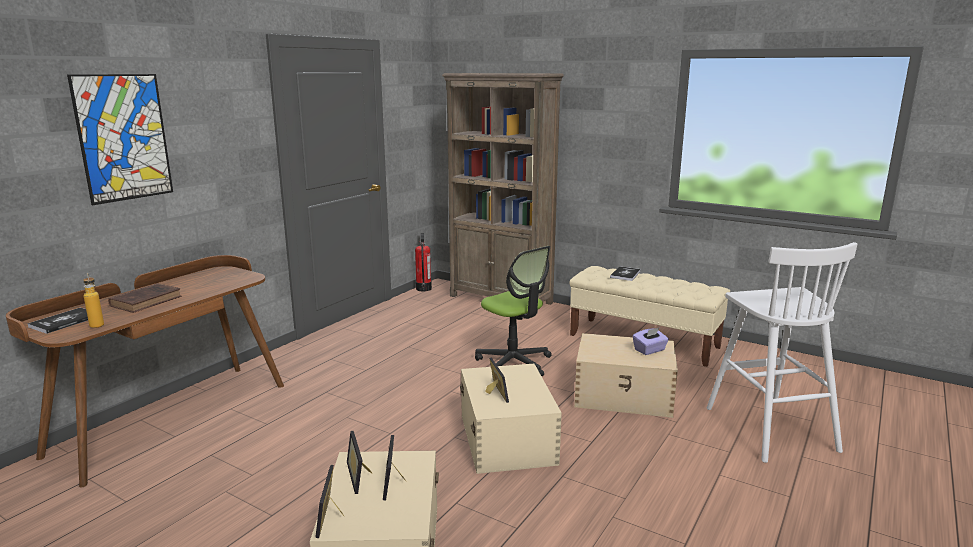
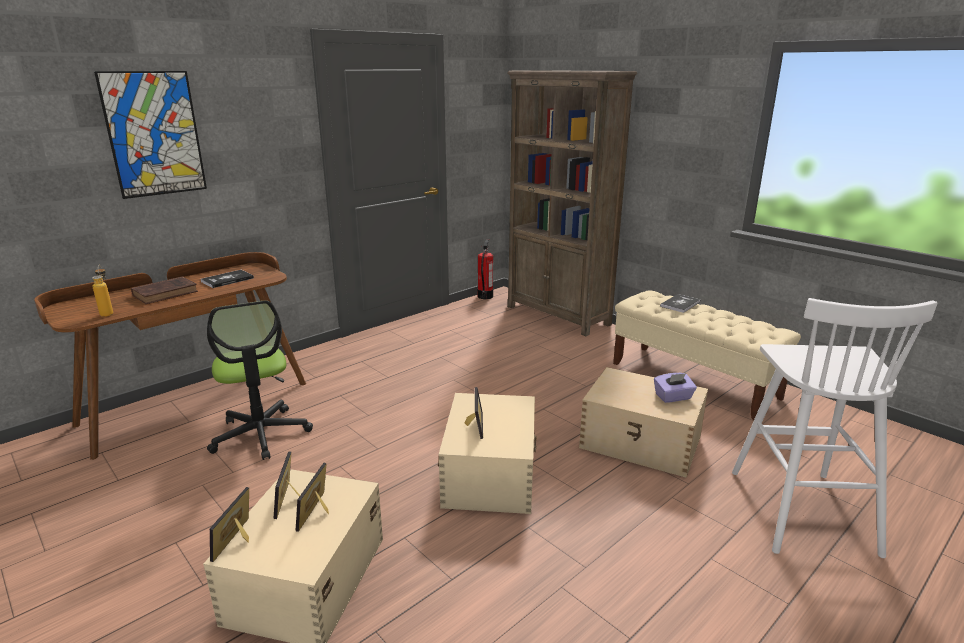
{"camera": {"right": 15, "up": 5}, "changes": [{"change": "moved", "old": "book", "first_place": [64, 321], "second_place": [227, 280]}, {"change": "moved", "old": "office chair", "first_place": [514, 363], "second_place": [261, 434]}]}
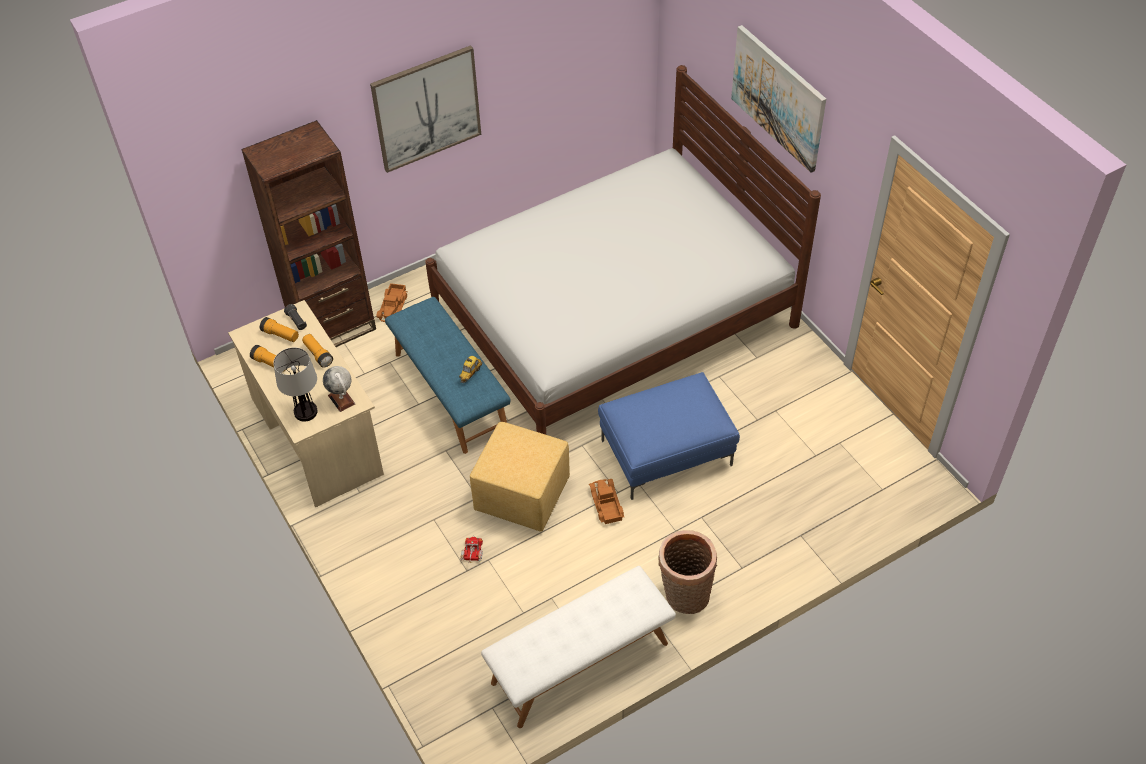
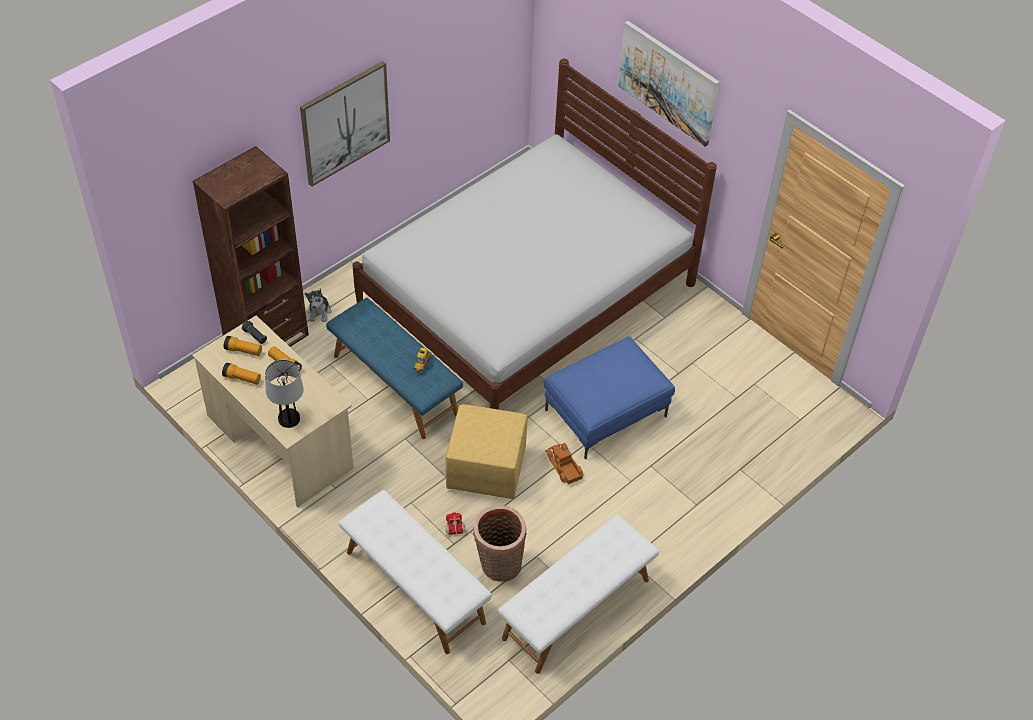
{"camera": {"right": -15, "up": 0}, "changes": [{"change": "replaced", "old": "toy truck", "new": "plush toy", "first_place": [393, 307], "second_place": [319, 312]}, {"change": "added", "new": "white bench", "second_place": [414, 587]}, {"change": "moved", "old": "basket", "first_place": [684, 596], "second_place": [498, 566]}, {"change": "removed", "old": "globe", "first_place": [341, 399]}]}
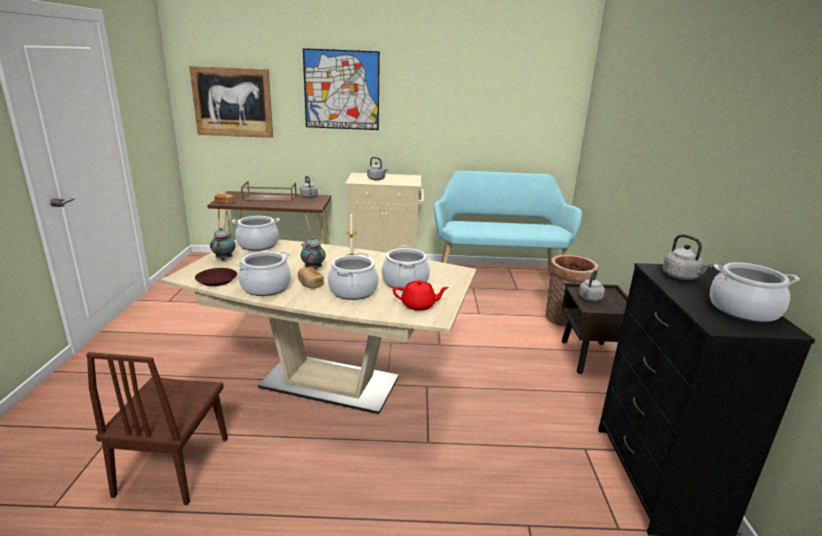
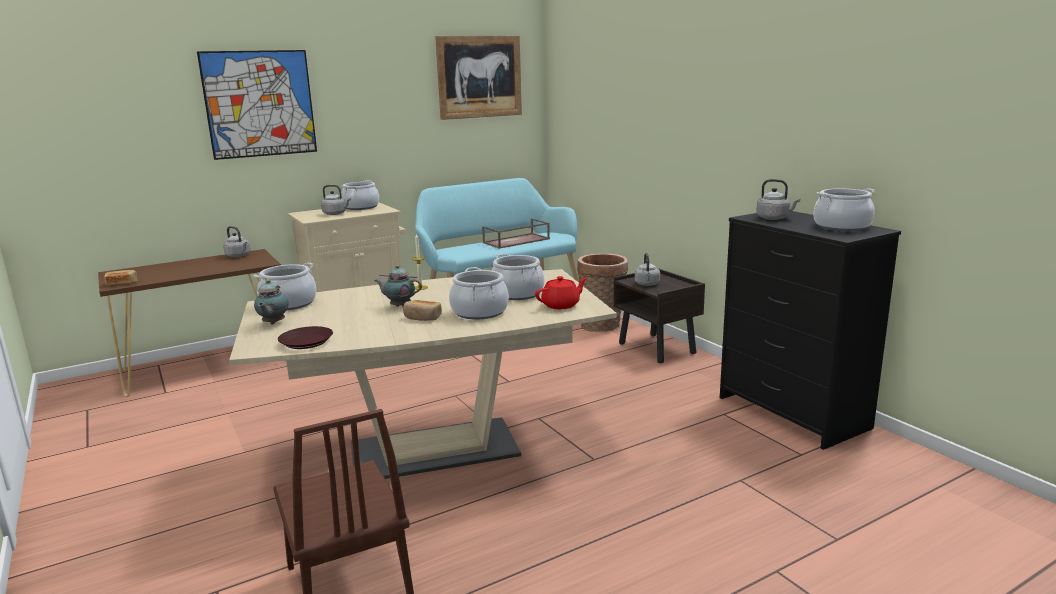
{"camera": {"right": -30, "up": -5}, "changes": [{"change": "turned", "old": "teapot", "first_place": [225, 258], "second_place": [273, 323], "degrees": -150}, {"change": "moved", "old": "cooking pot", "first_place": [266, 288], "second_place": [361, 207]}, {"change": "moved", "old": "picture", "first_place": [232, 102], "second_place": [479, 77]}, {"change": "moved", "old": "brown tray", "first_place": [269, 198], "second_place": [516, 241]}]}
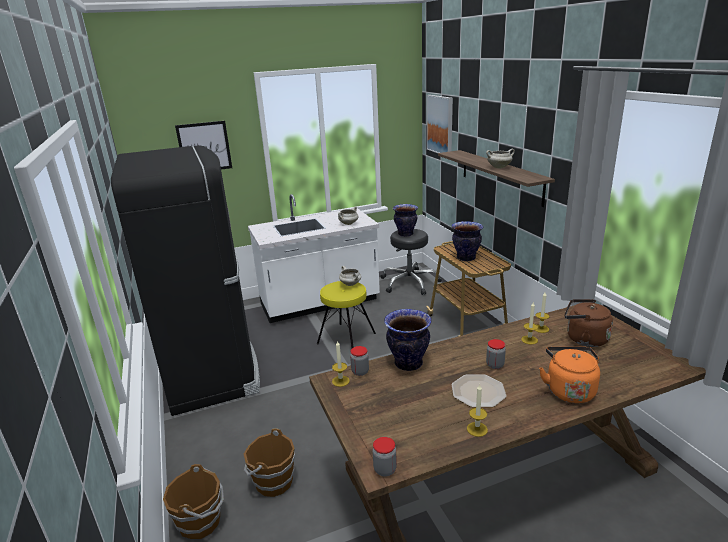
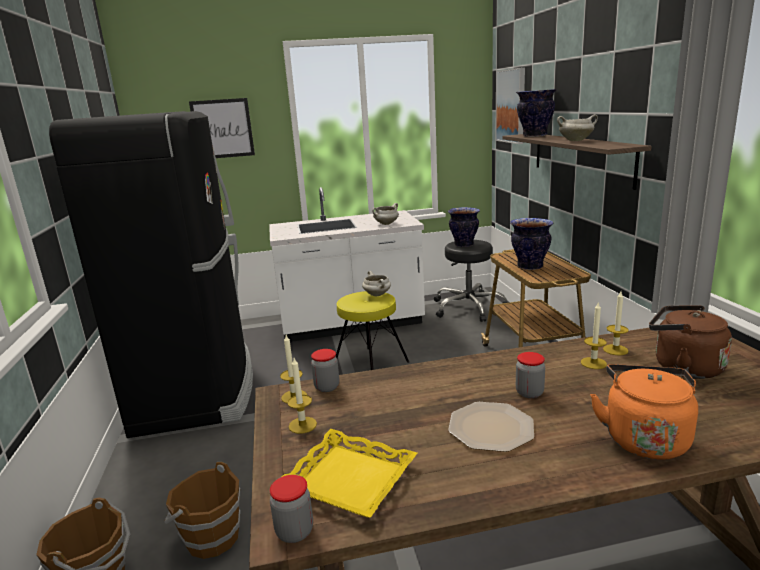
{"camera": {"right": 10, "up": -5}, "changes": [{"change": "added", "new": "yellow tray", "second_place": [350, 478]}, {"change": "moved", "old": "candle", "first_place": [477, 429], "second_place": [302, 425]}, {"change": "moved", "old": "vase", "first_place": [408, 364], "second_place": [534, 136]}]}
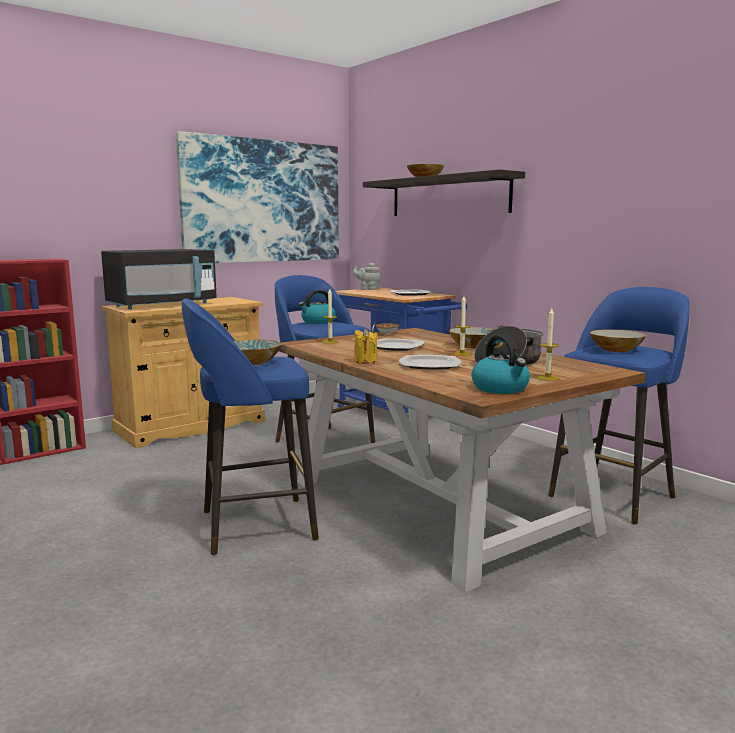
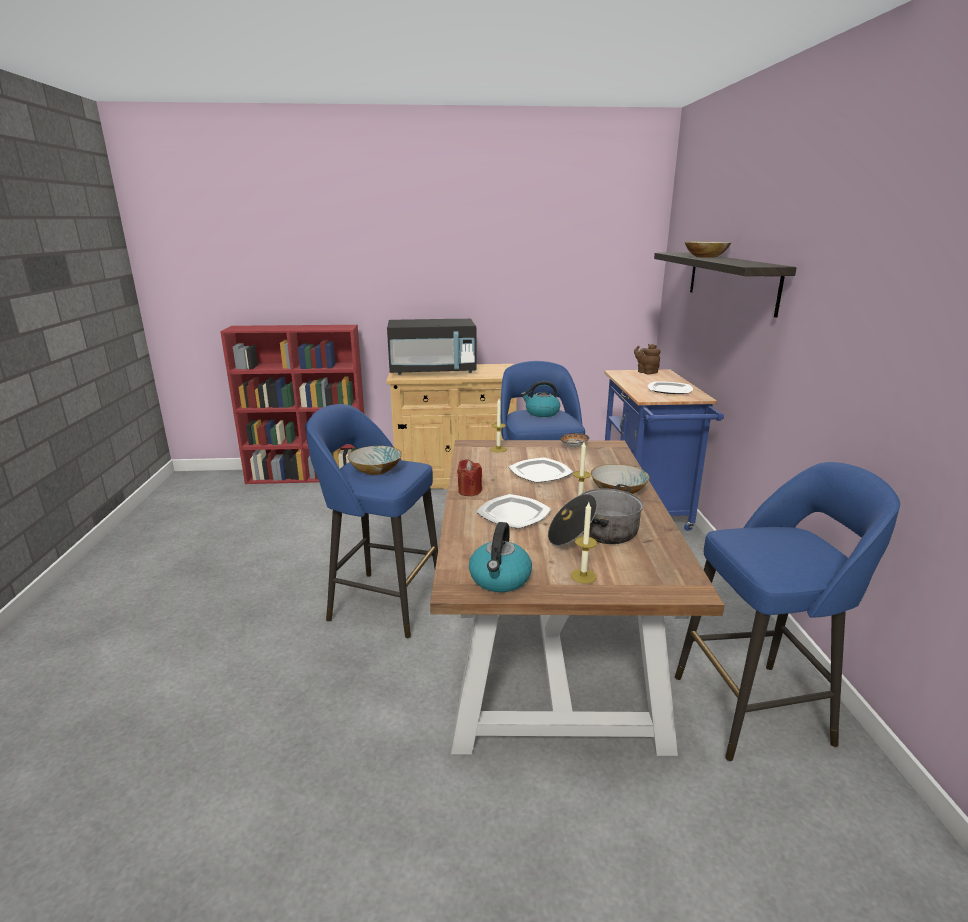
{"camera": {"right": 35, "up": 10}, "changes": [{"change": "recoloured", "old": "yellow candle", "new": "red candle", "first_place": [365, 361], "second_place": [469, 491]}, {"change": "recoloured", "old": "grey teapot", "new": "brown teapot", "first_place": [368, 289], "second_place": [646, 372]}, {"change": "removed", "old": "picture", "first_place": [263, 201]}, {"change": "removed", "old": "bowl", "first_place": [615, 350]}]}
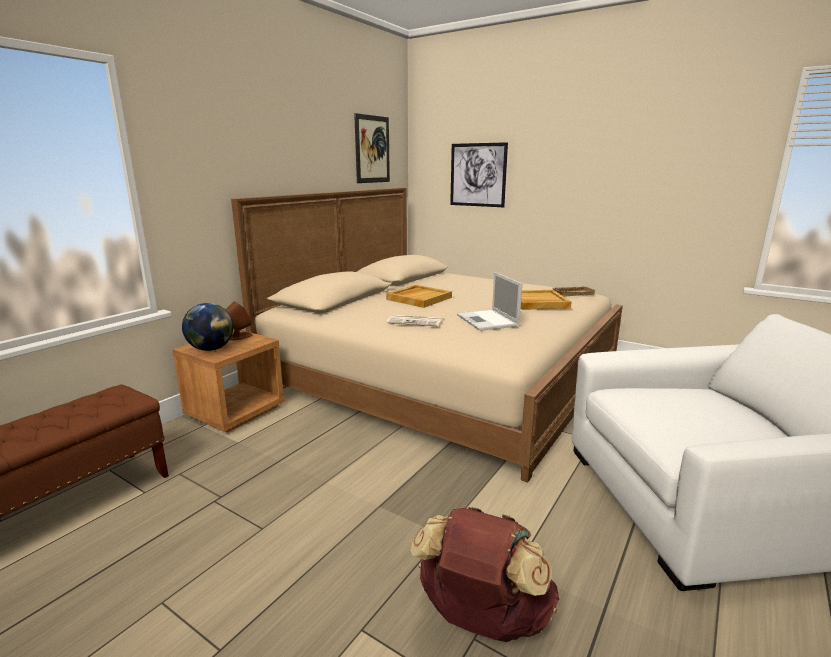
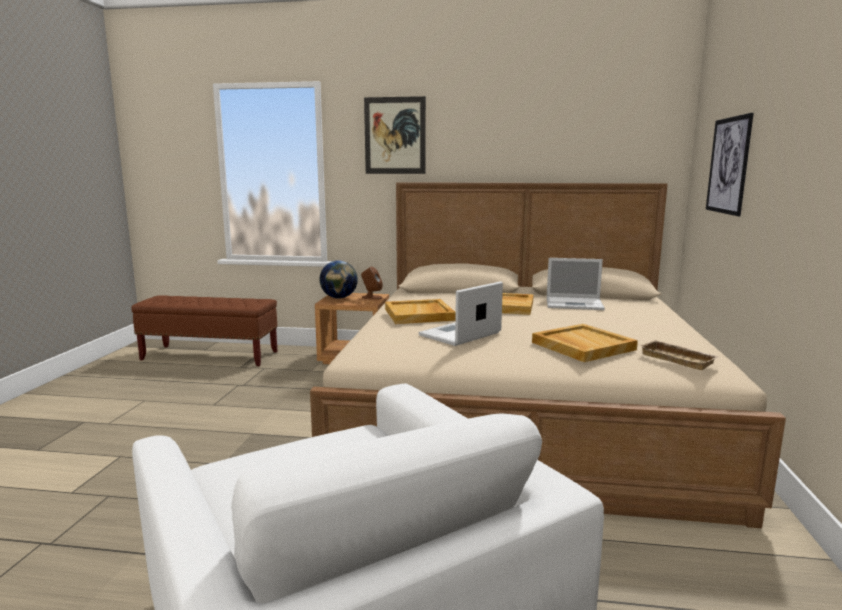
{"camera": {"right": 65, "up": -5}, "changes": [{"change": "moved", "old": "picture", "first_place": [372, 149], "second_place": [395, 135]}, {"change": "replaced", "old": "newspaper", "new": "beige tray", "first_place": [415, 321], "second_place": [419, 315]}, {"change": "added", "new": "laptop", "second_place": [575, 304]}, {"change": "removed", "old": "brown backpack", "first_place": [482, 618]}]}
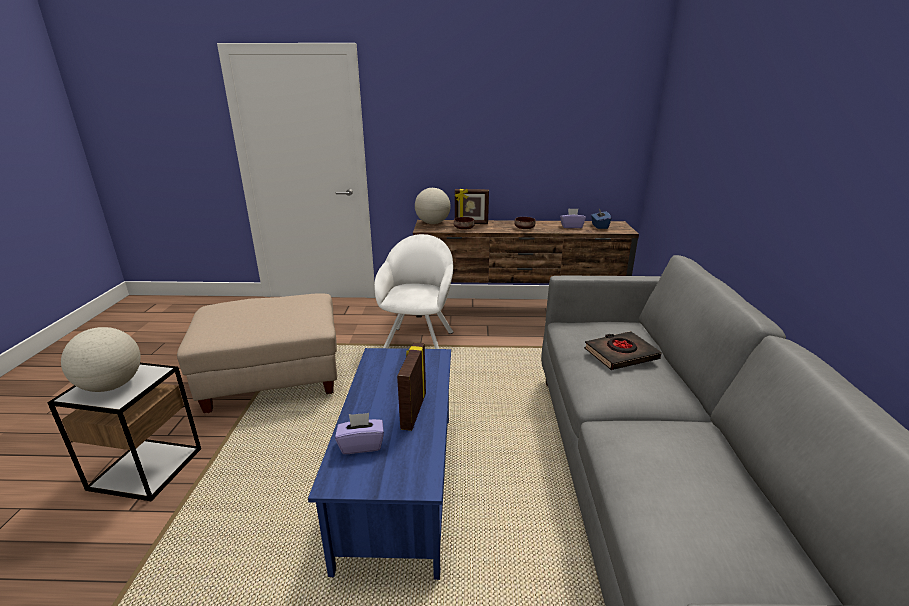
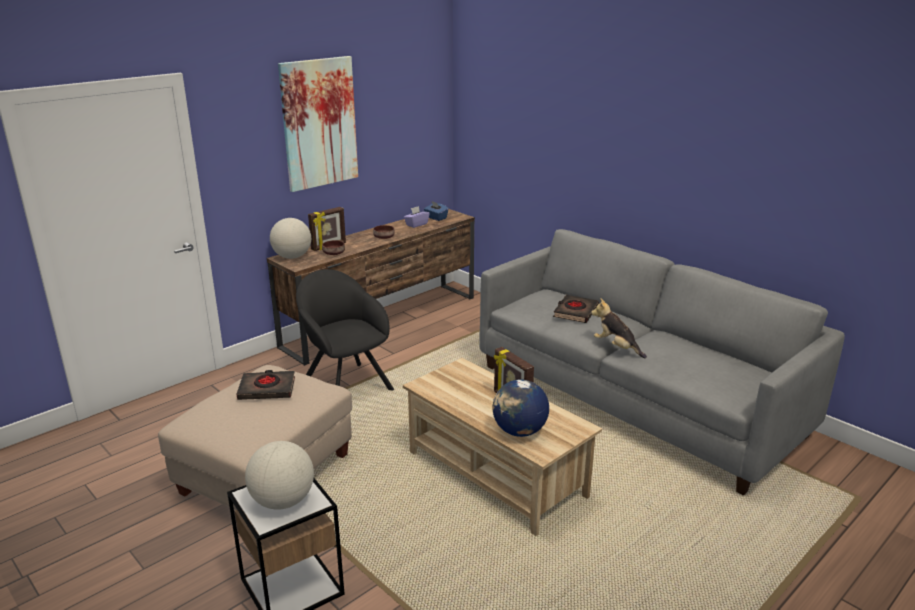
{"camera": {"right": -45, "up": 0}, "changes": [{"change": "added", "new": "black book", "second_place": [267, 389]}, {"change": "added", "new": "picture", "second_place": [319, 123]}, {"change": "recoloured", "old": "white armchair", "new": "black armchair", "first_place": [419, 342], "second_place": [345, 384]}, {"change": "recoloured", "old": "blue coffee table", "new": "beige coffee table", "first_place": [400, 484], "second_place": [496, 474]}, {"change": "replaced", "old": "purple tissue box", "new": "globe", "first_place": [361, 445], "second_place": [519, 431]}, {"change": "added", "new": "plush toy", "second_place": [616, 347]}]}
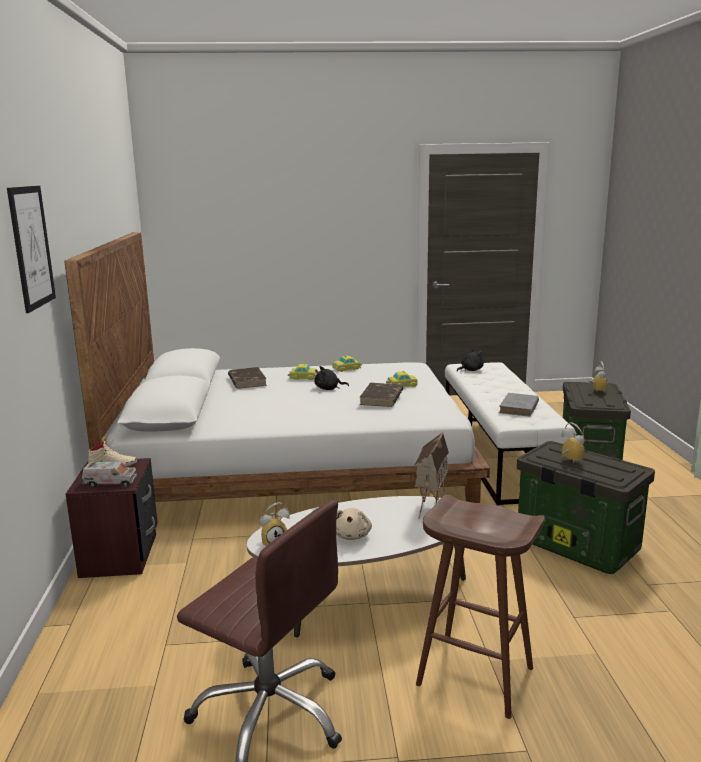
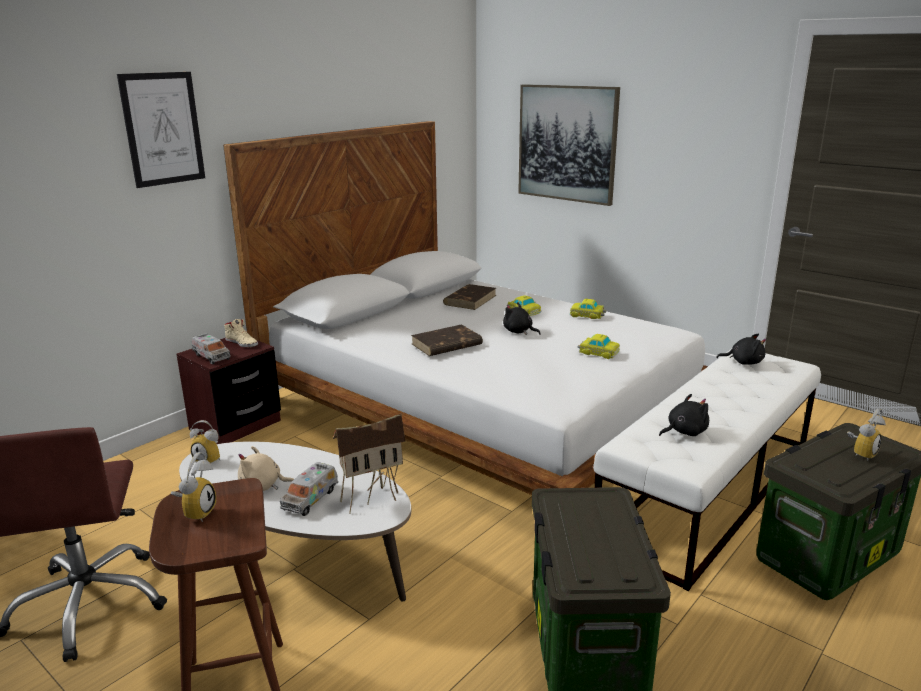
{"camera": {"right": 45, "up": 5}, "changes": [{"change": "moved", "old": "alarm clock", "first_place": [568, 460], "second_place": [196, 512]}, {"change": "turned", "old": "beige plush toy", "first_place": [352, 535], "second_place": [263, 486], "degrees": 45}, {"change": "added", "new": "toy truck", "second_place": [310, 498]}, {"change": "moved", "old": "brown book", "first_place": [381, 398], "second_place": [446, 344]}, {"change": "added", "new": "picture", "second_place": [567, 143]}, {"change": "replaced", "old": "grey book", "new": "black plush toy", "first_place": [518, 408], "second_place": [684, 432]}]}
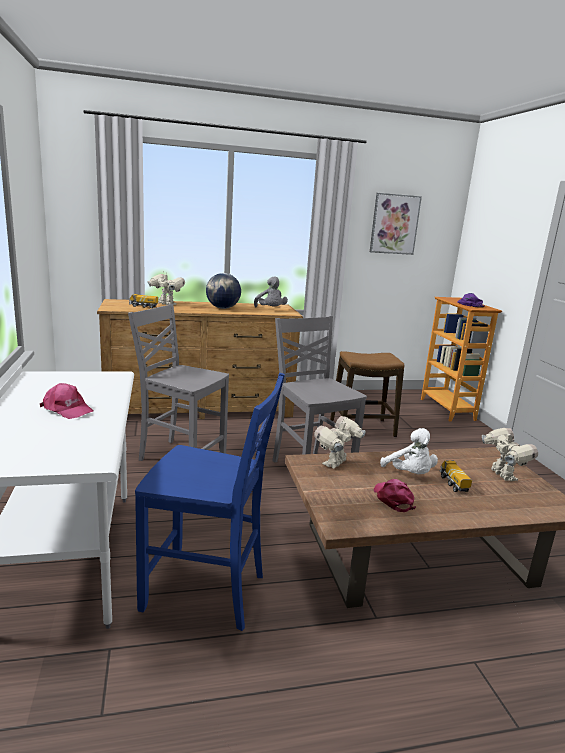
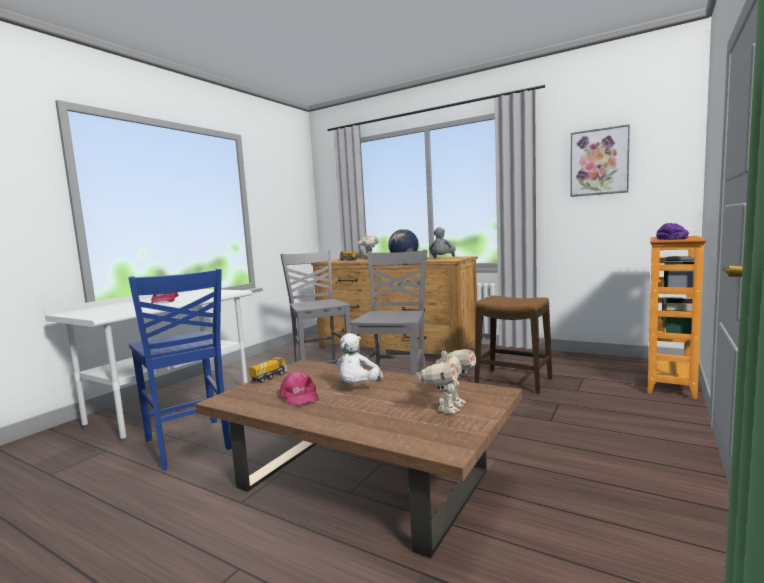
{"camera": {"right": 45, "up": -10}, "changes": [{"change": "moved", "old": "toy truck", "first_place": [453, 483], "second_place": [269, 377]}, {"change": "turned", "old": "pink cap", "first_place": [393, 499], "second_place": [299, 396], "degrees": 120}, {"change": "removed", "old": "toy robot", "first_place": [336, 464]}]}
